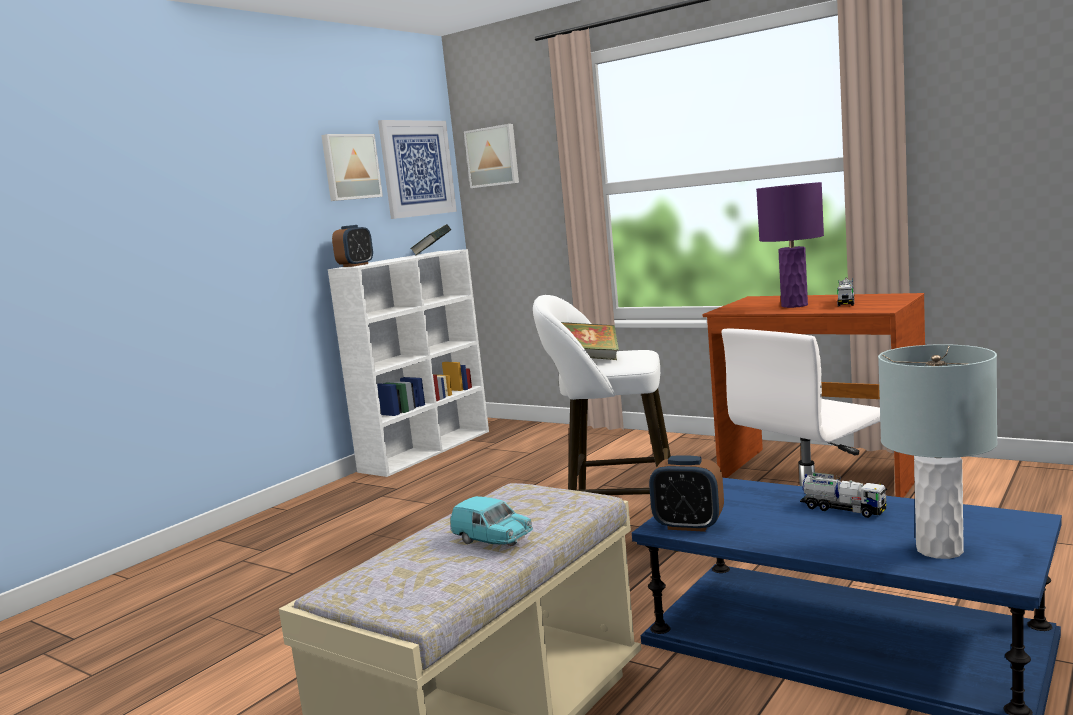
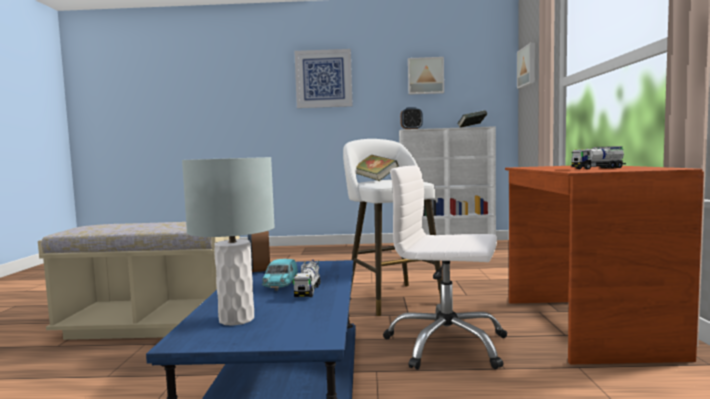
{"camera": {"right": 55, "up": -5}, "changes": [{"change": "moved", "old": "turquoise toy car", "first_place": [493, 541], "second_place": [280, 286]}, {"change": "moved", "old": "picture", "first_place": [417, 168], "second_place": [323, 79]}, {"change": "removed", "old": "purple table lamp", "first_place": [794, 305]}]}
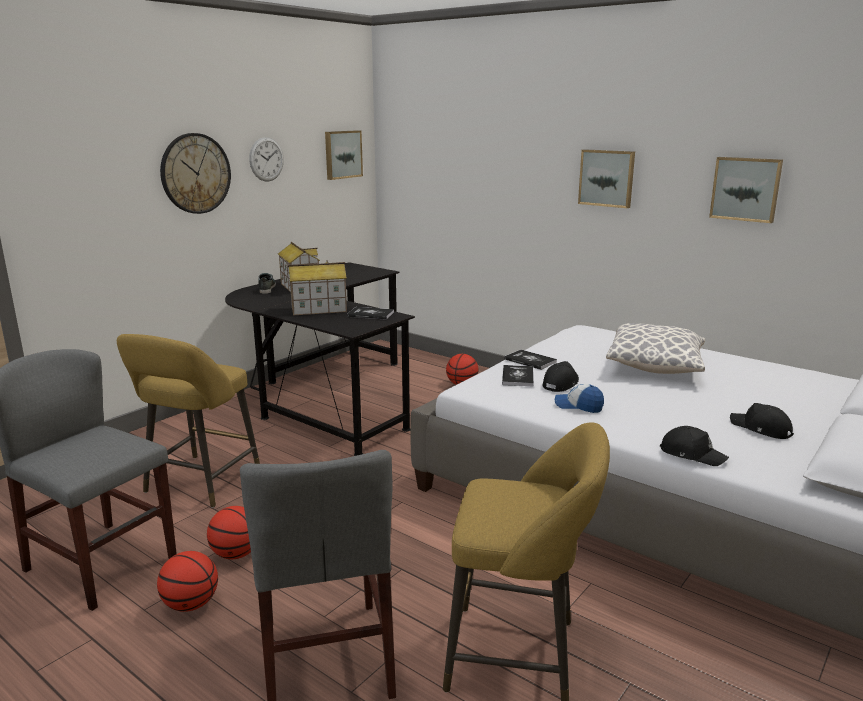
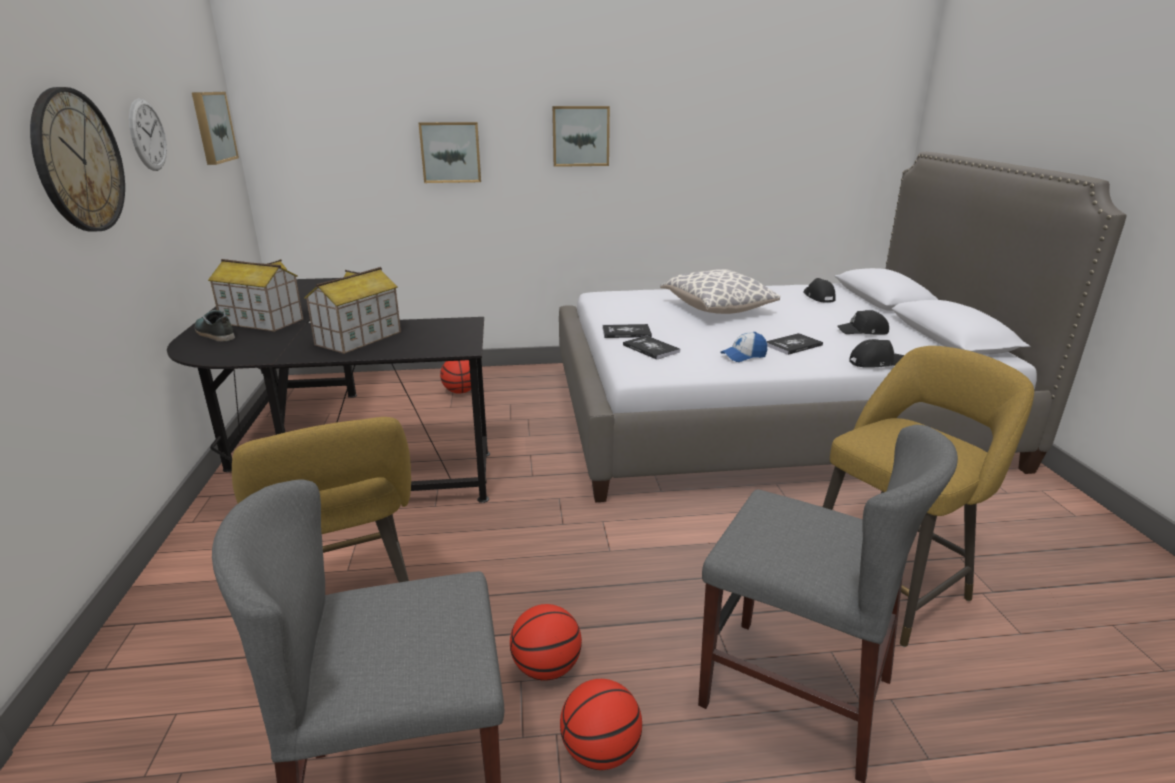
{"camera": {"right": -45, "up": 5}, "changes": [{"change": "moved", "old": "picture", "first_place": [746, 189], "second_place": [450, 152]}, {"change": "moved", "old": "book", "first_place": [370, 314], "second_place": [793, 345]}, {"change": "moved", "old": "black cap", "first_place": [560, 383], "second_place": [818, 297]}]}
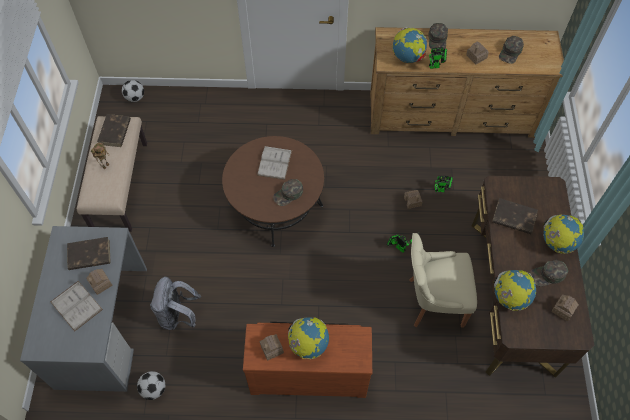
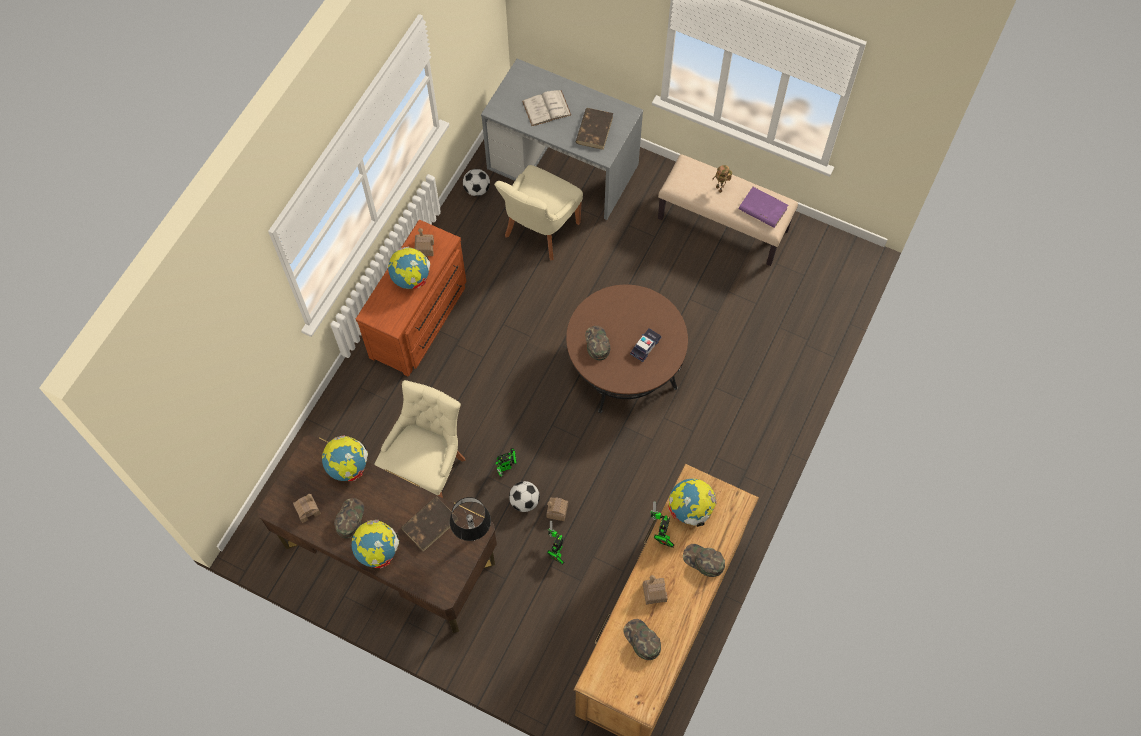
{"camera": {"right": 115, "up": 5}, "changes": [{"change": "added", "new": "table lamp", "second_place": [473, 537]}, {"change": "replaced", "old": "grey backpack", "new": "beige chair", "first_place": [178, 315], "second_place": [540, 231]}, {"change": "moved", "old": "football", "first_place": [135, 98], "second_place": [524, 501]}, {"change": "replaced", "old": "white book", "new": "toy car", "first_place": [274, 162], "second_place": [645, 346]}, {"change": "recoloured", "old": "brown book", "new": "purple book", "first_place": [114, 132], "second_place": [762, 209]}, {"change": "removed", "old": "toy house", "first_place": [100, 283]}]}
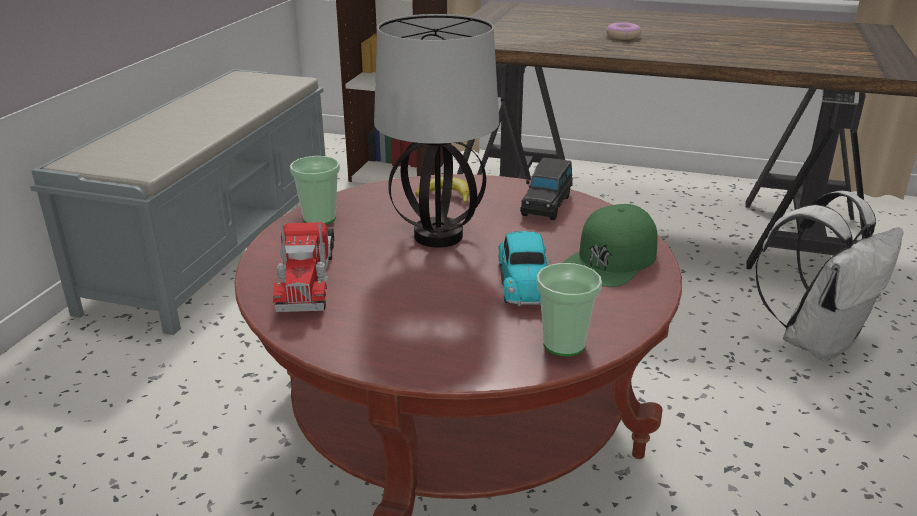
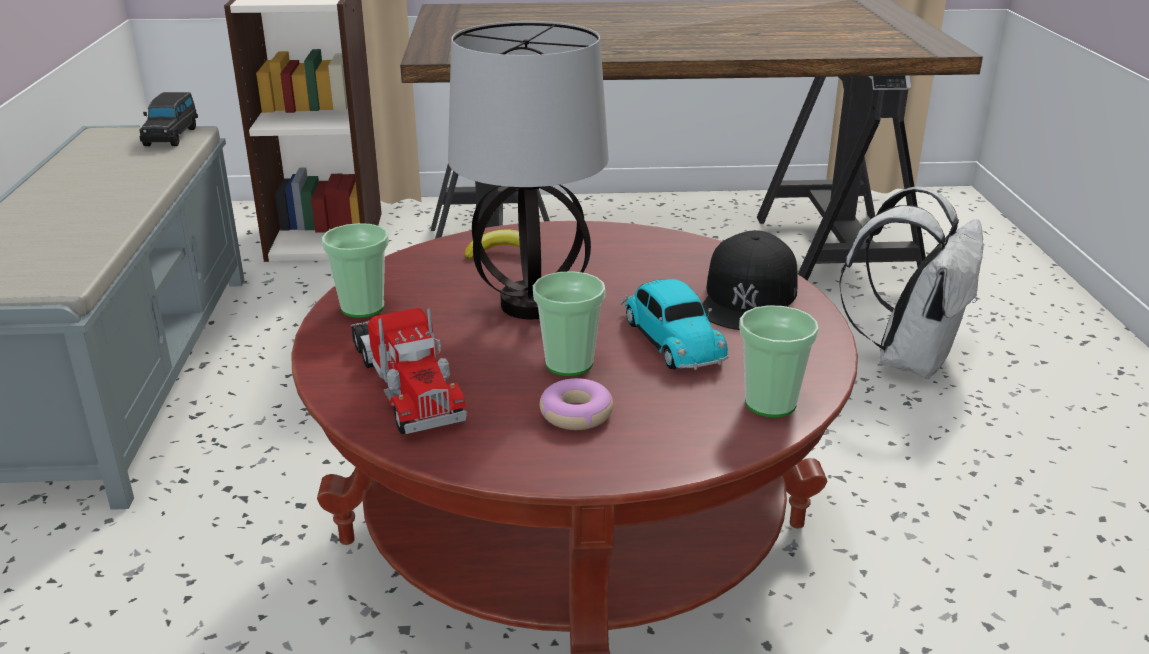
{"camera": {"right": -20, "up": 0}, "changes": [{"change": "moved", "old": "black toy car", "first_place": [547, 205], "second_place": [172, 136]}, {"change": "added", "new": "cup", "second_place": [569, 364]}, {"change": "moved", "old": "donut", "first_place": [623, 36], "second_place": [576, 414]}, {"change": "recoloured", "old": "green cap", "new": "black cap", "first_place": [611, 259], "second_place": [749, 298]}]}
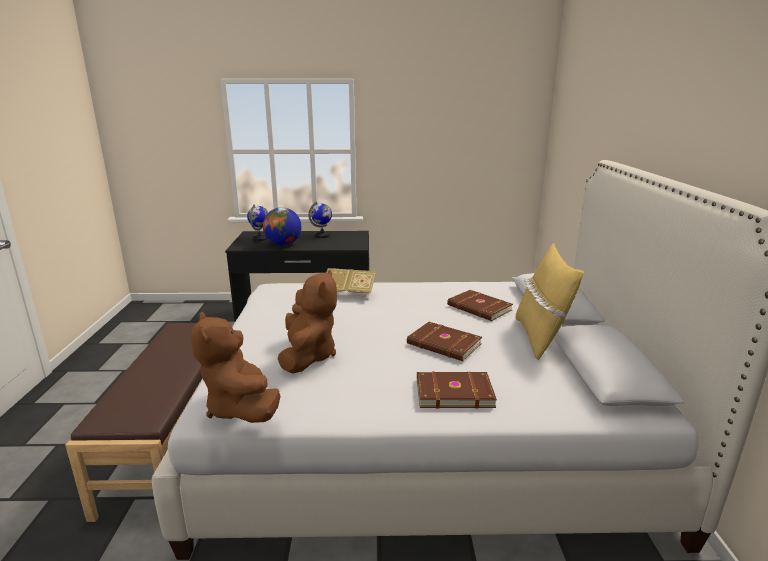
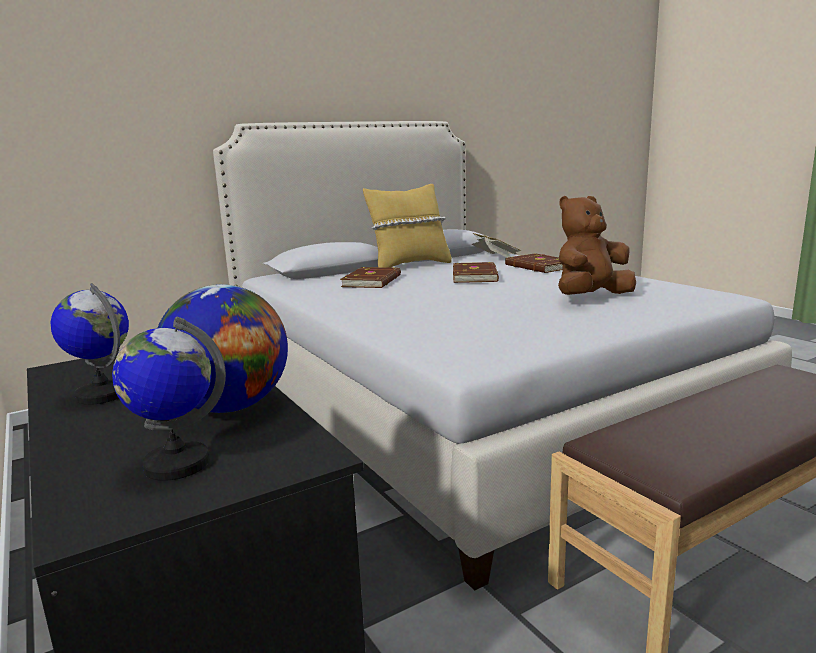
{"camera": {"right": -120, "up": -5}, "changes": [{"change": "moved", "old": "book", "first_place": [349, 293], "second_place": [494, 258]}, {"change": "removed", "old": "brown plush toy", "first_place": [241, 408]}]}
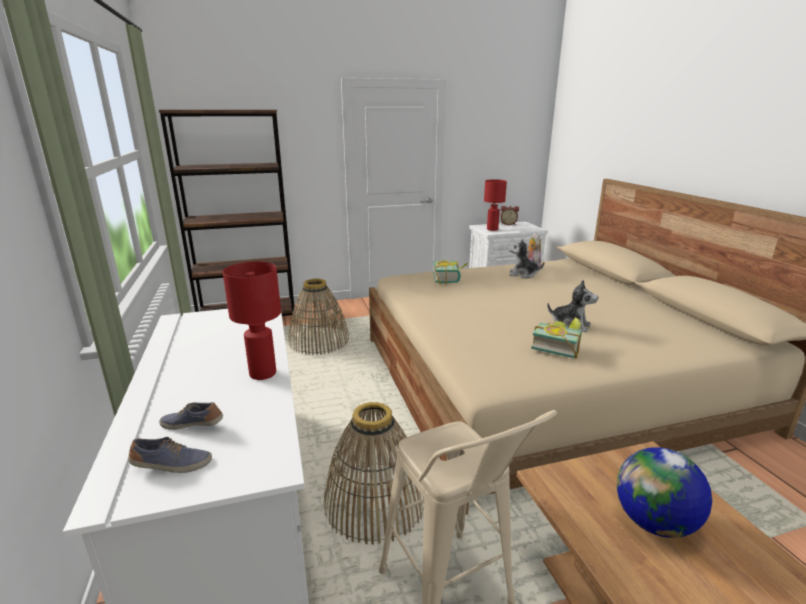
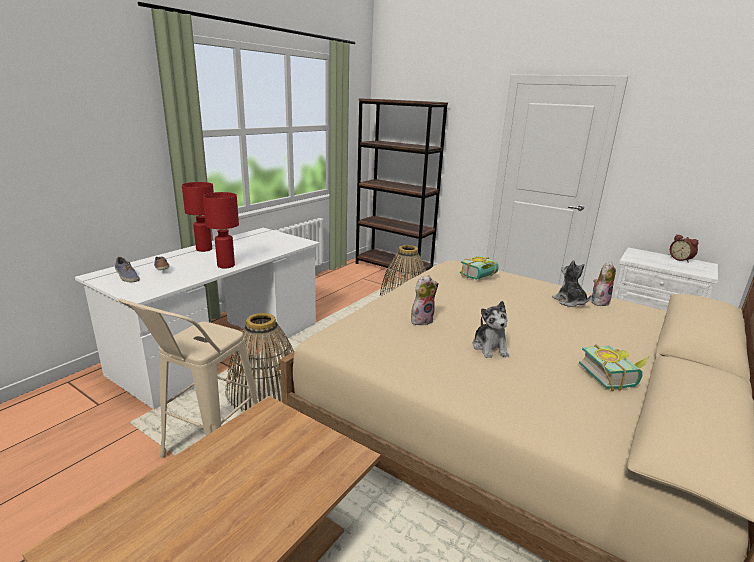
{"camera": {"right": 50, "up": 0}, "changes": [{"change": "moved", "old": "red table lamp", "first_place": [492, 229], "second_place": [204, 249]}, {"change": "added", "new": "plush toy", "second_place": [421, 320]}, {"change": "moved", "old": "book", "first_place": [556, 347], "second_place": [612, 376]}, {"change": "removed", "old": "globe", "first_place": [654, 523]}]}
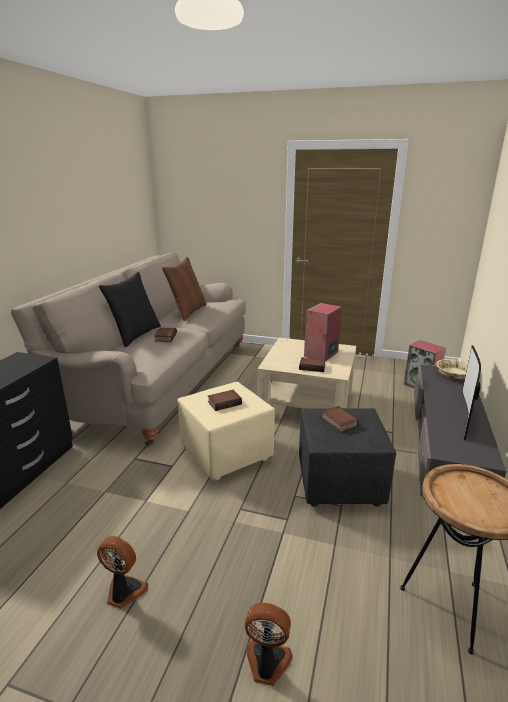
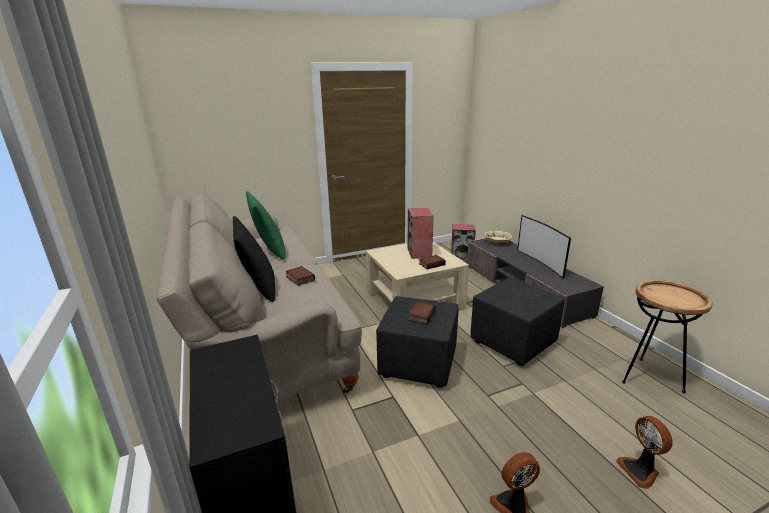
{"camera": {"right": -40, "up": 0}, "changes": [{"change": "recoloured", "old": "brown pillow", "new": "green pillow", "first_place": [188, 312], "second_place": [269, 250]}, {"change": "recoloured", "old": "beige ottoman", "new": "black ottoman", "first_place": [227, 454], "second_place": [419, 364]}, {"change": "turned", "old": "fan", "first_place": [267, 663], "second_place": [640, 471], "degrees": -75}, {"change": "removed", "old": "book", "first_place": [338, 422]}]}
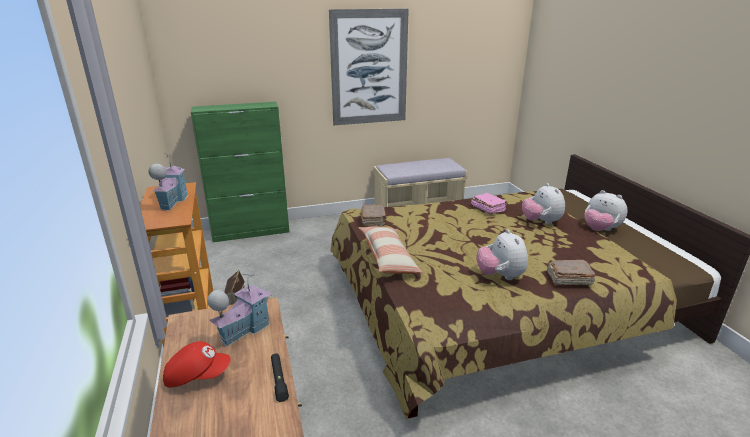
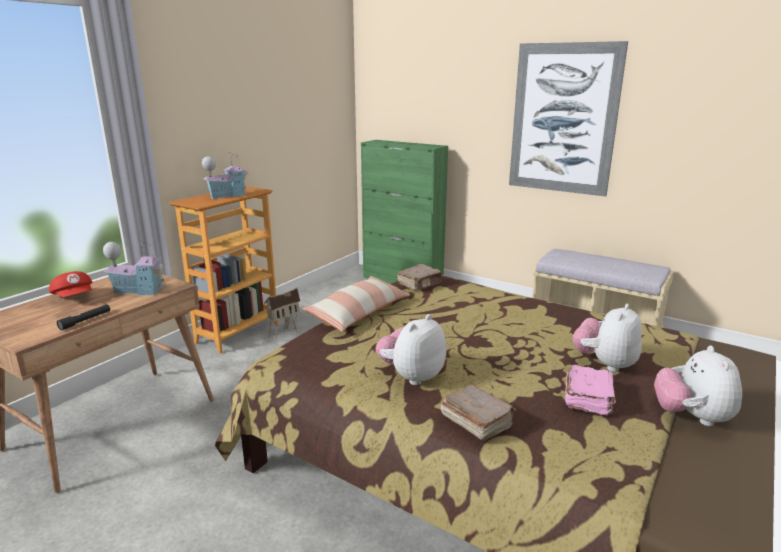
{"camera": {"right": 50, "up": -5}, "changes": [{"change": "moved", "old": "pink book", "first_place": [488, 209], "second_place": [588, 399]}]}
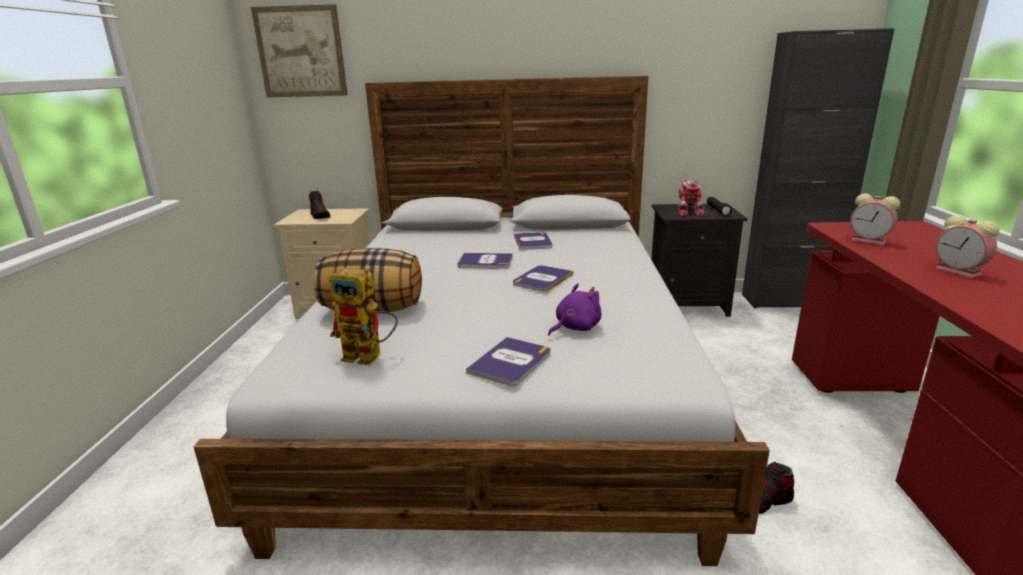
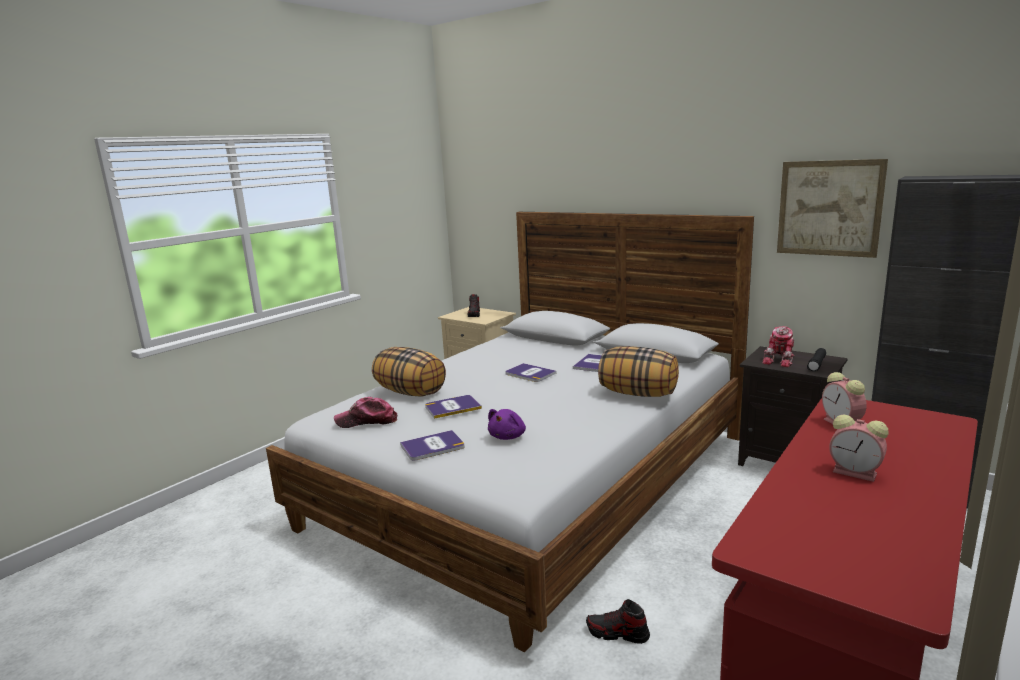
{"camera": {"right": 35, "up": -5}, "changes": [{"change": "replaced", "old": "toy robot", "new": "cap", "first_place": [370, 357], "second_place": [367, 421]}, {"change": "moved", "old": "book", "first_place": [542, 279], "second_place": [452, 407]}, {"change": "turned", "old": "purple plush toy", "first_place": [575, 327], "second_place": [508, 436], "degrees": 120}, {"change": "added", "new": "pillow", "second_place": [638, 393]}, {"change": "moved", "old": "picture", "first_place": [301, 52], "second_place": [829, 208]}, {"change": "turned", "old": "alarm clock", "first_place": [960, 272], "second_place": [856, 473], "degrees": -60}]}
